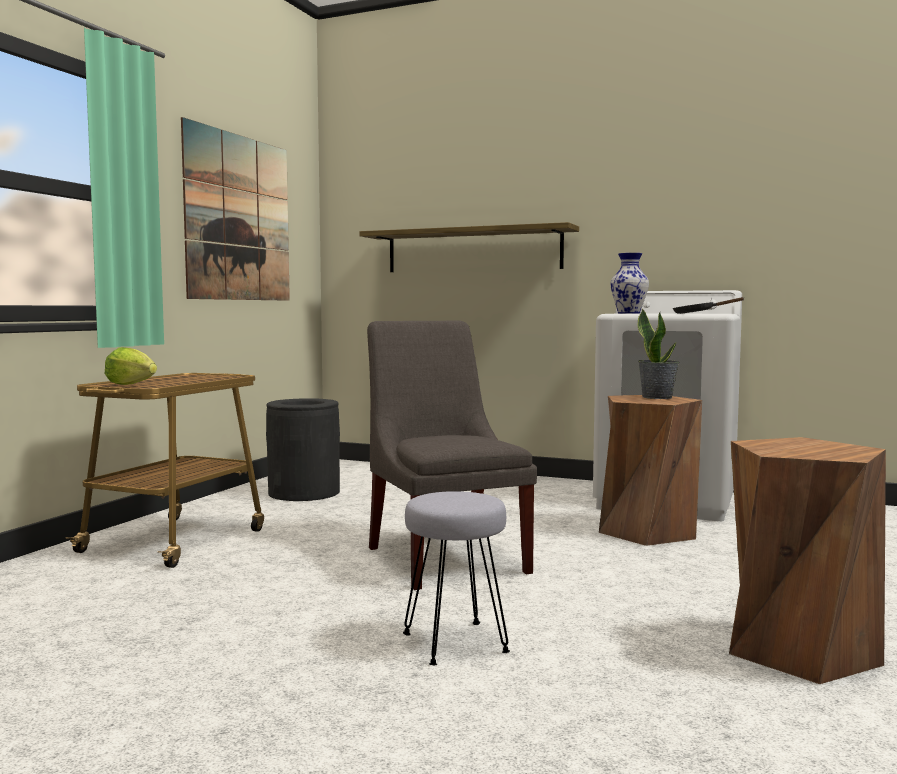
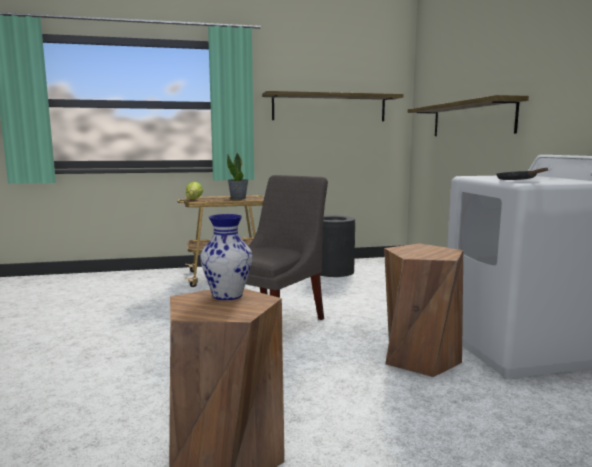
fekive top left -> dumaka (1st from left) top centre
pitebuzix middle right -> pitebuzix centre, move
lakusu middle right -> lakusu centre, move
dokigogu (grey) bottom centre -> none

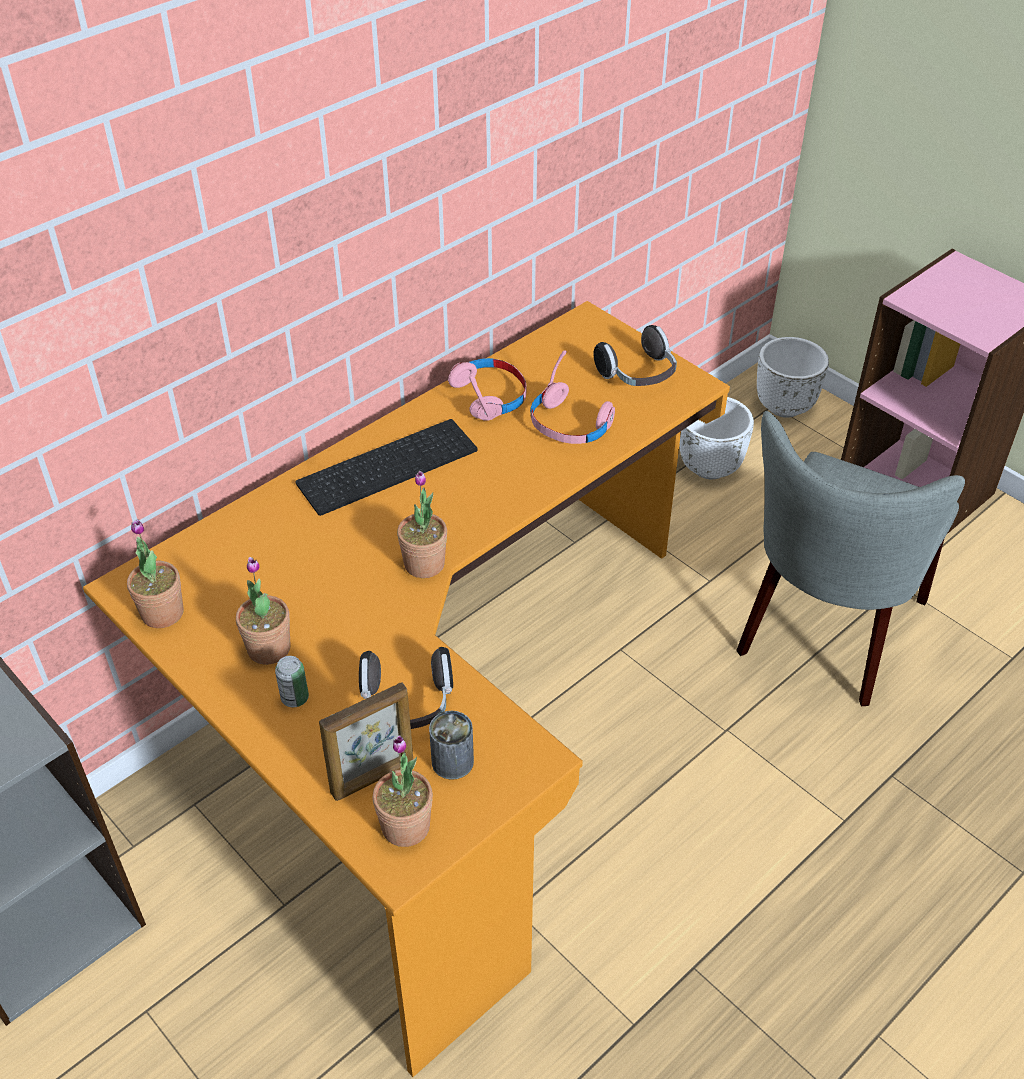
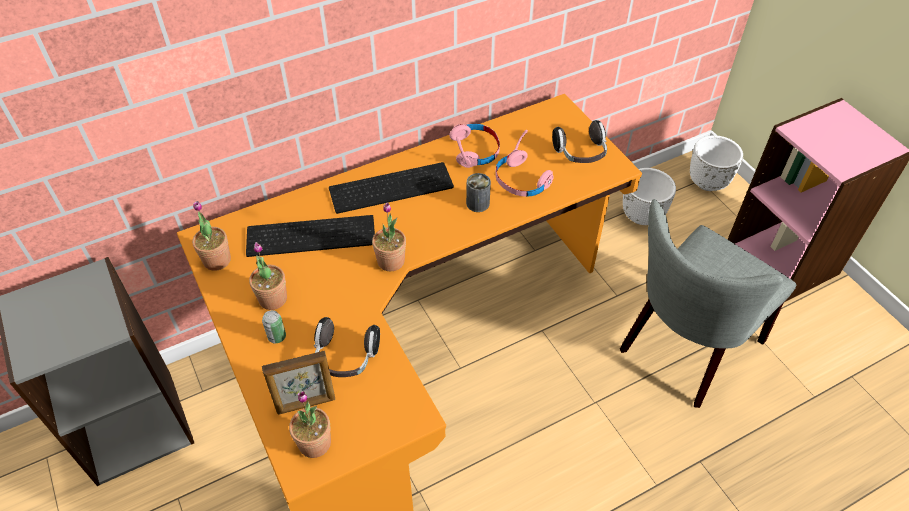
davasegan (2nd from left) bottom centre -> davasegan (2nd from left) centre, move
none -> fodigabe (1st from left) centre

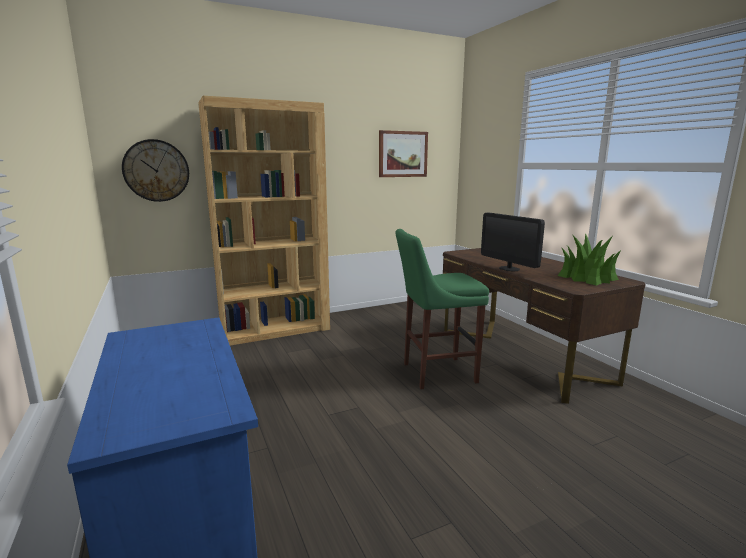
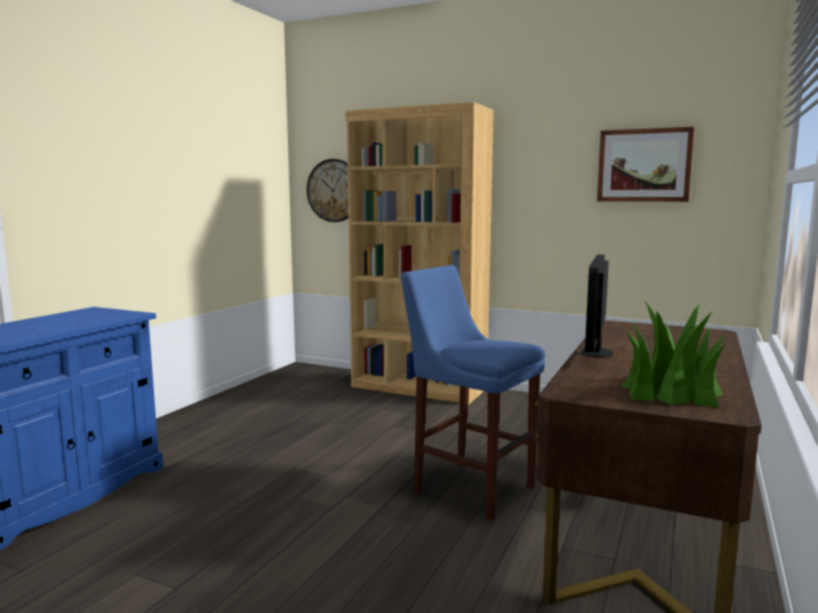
dokigogu (green) centre -> dokigogu (blue) centre

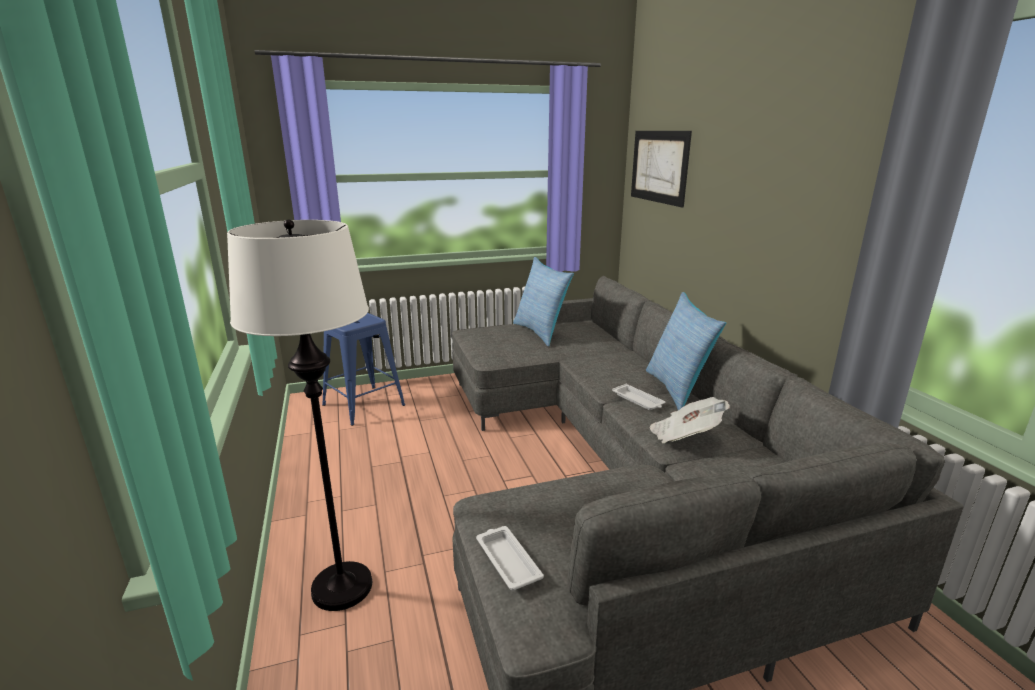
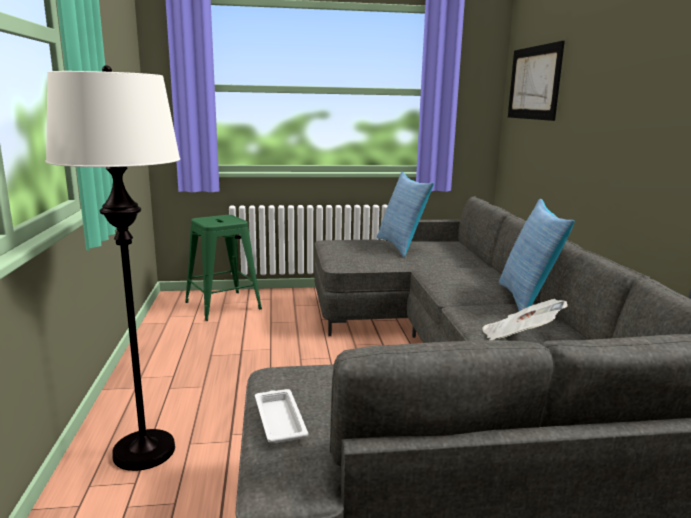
dokigogu (blue) centre -> dokigogu (green) middle left
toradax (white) (2nd from left) centre -> none

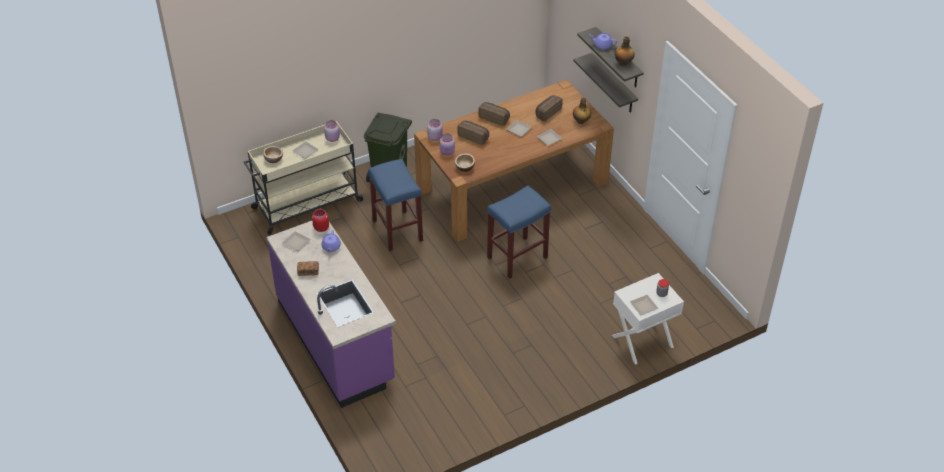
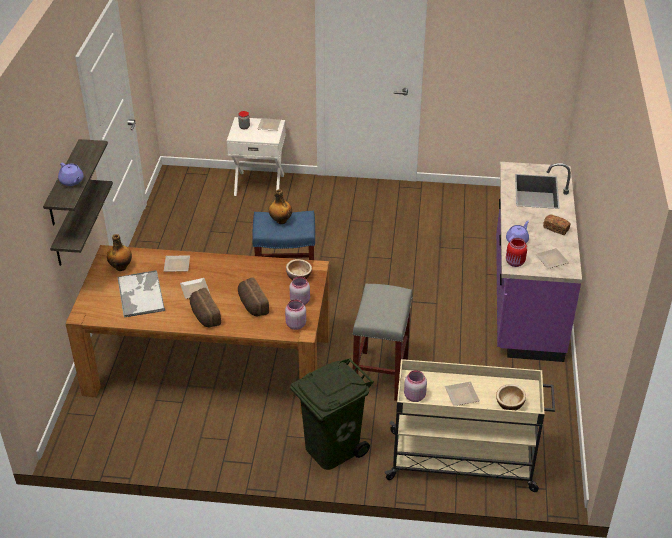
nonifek (2nd from left) top centre -> nonifek (2nd from left) centre, move
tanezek (4th from left) top centre -> toradax middle left
dokigogu (blue) (1st from left) centre -> dokigogu (grey) centre

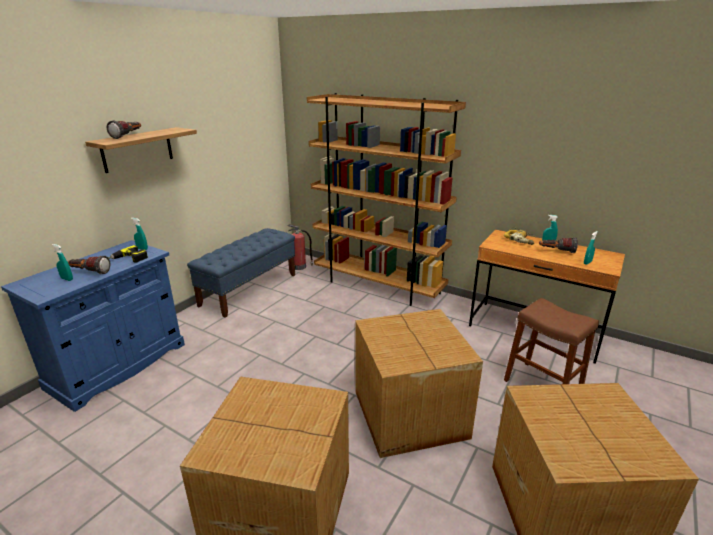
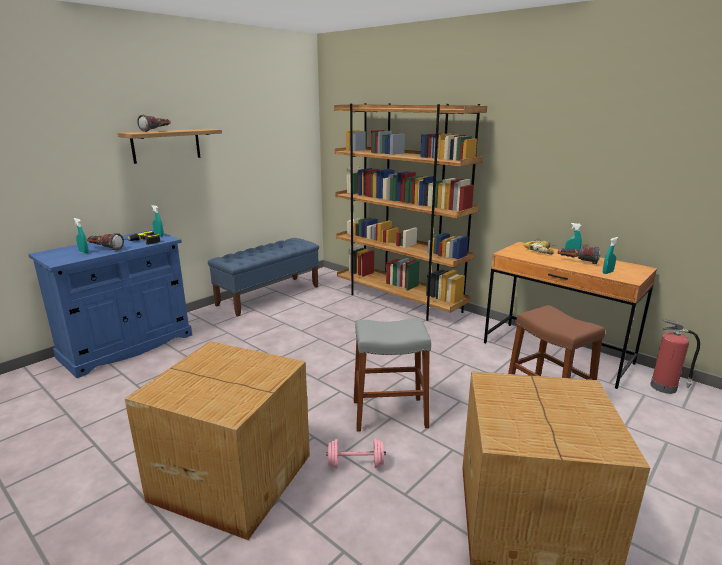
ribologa centre -> ribologa middle right, move
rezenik (2nd from left) bottom centre -> dokigogu (grey) centre
none -> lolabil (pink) bottom centre

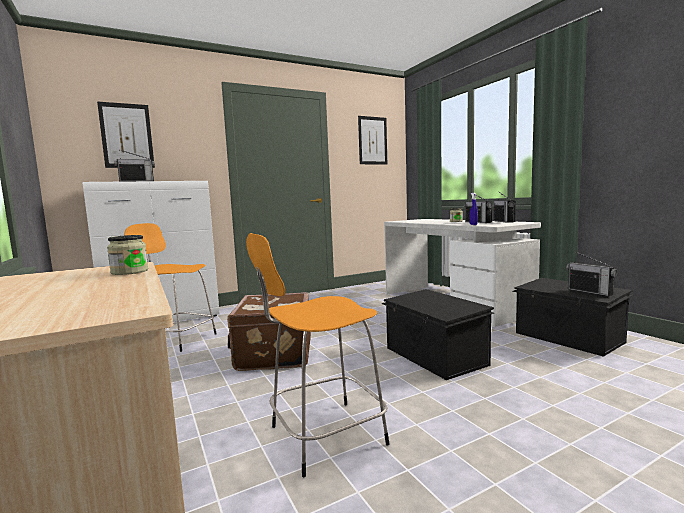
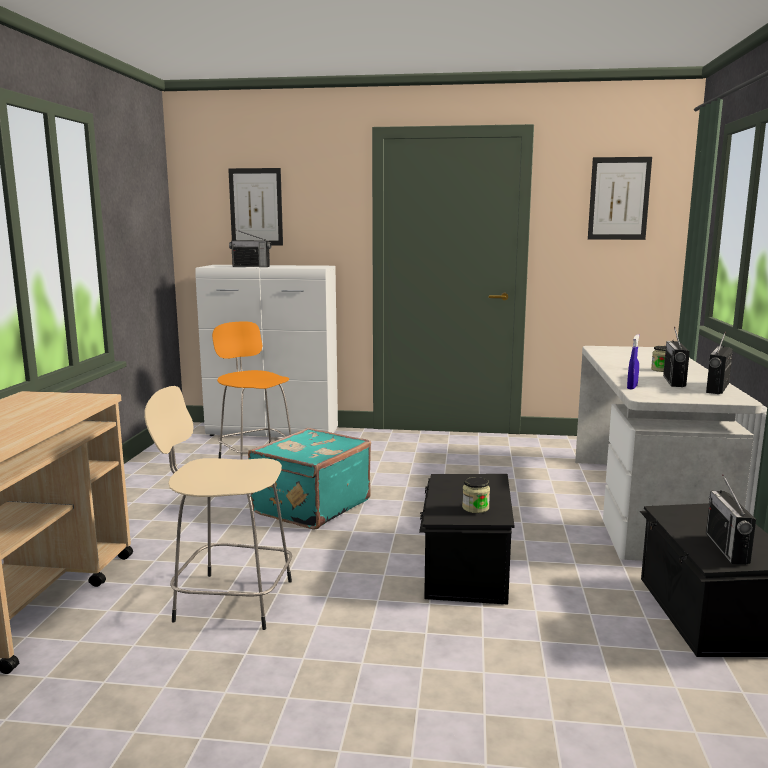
dokigogu (orange) (2nd from left) bottom centre -> dokigogu (beige) middle left
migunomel (1st from left) middle left -> migunomel (1st from left) centre, move
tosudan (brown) centre -> tosudan (turquoise) centre

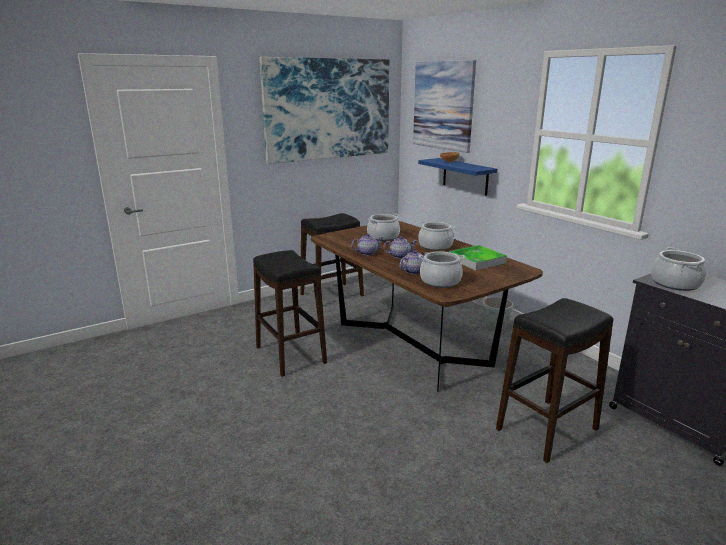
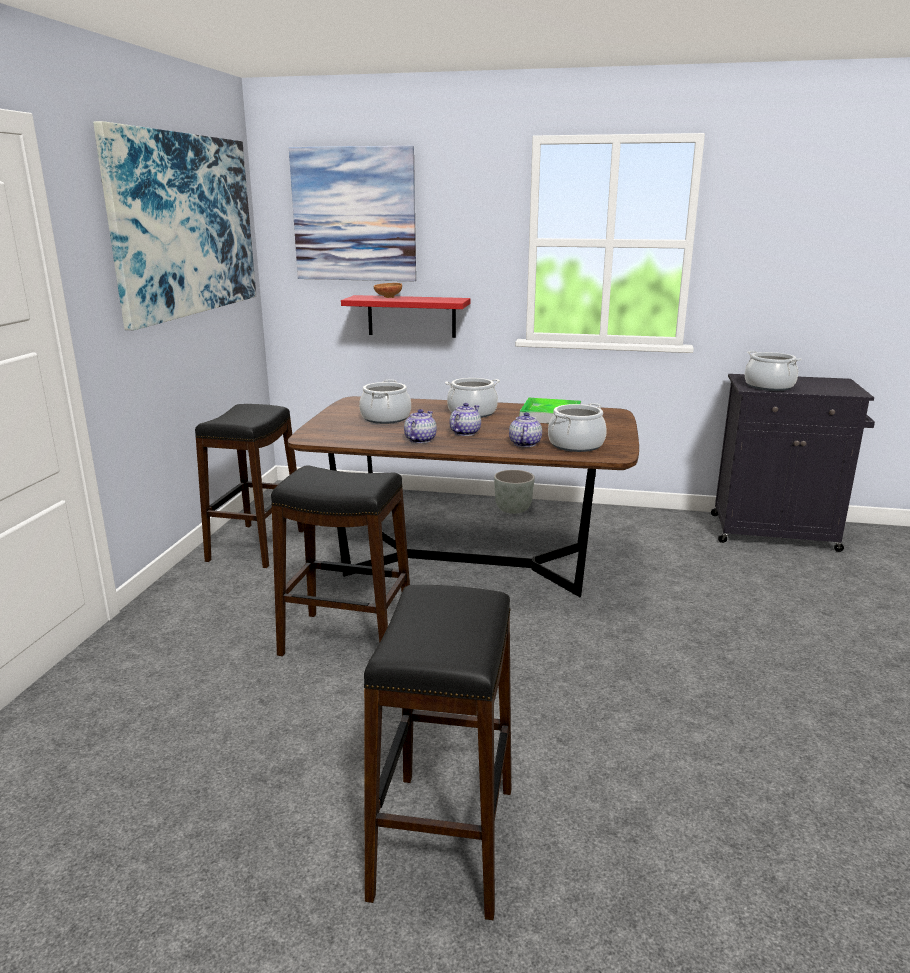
dumaka (blue) top centre -> dumaka (red) top centre
dokigogu (black) (3rd from left) bottom right -> dokigogu (black) (3rd from left) bottom centre, move

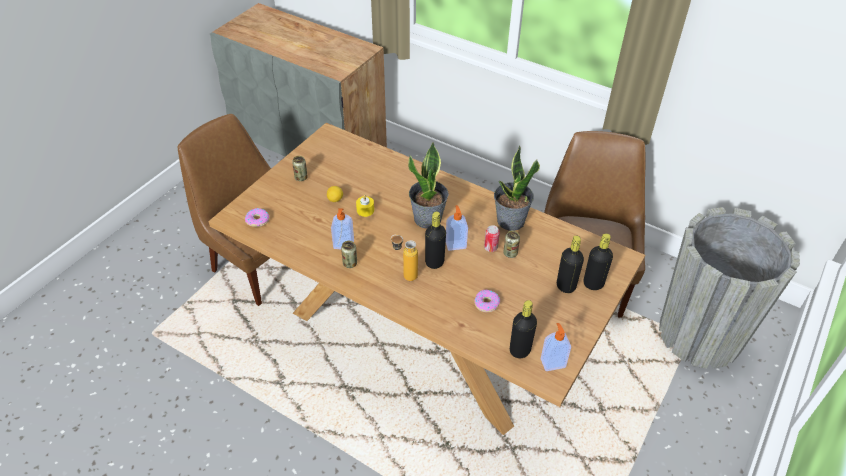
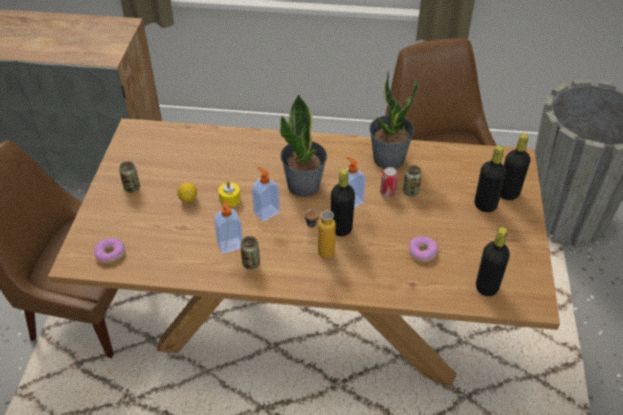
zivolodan (3rd from left in the first image) bottom centre -> zivolodan (2nd from left) centre, move

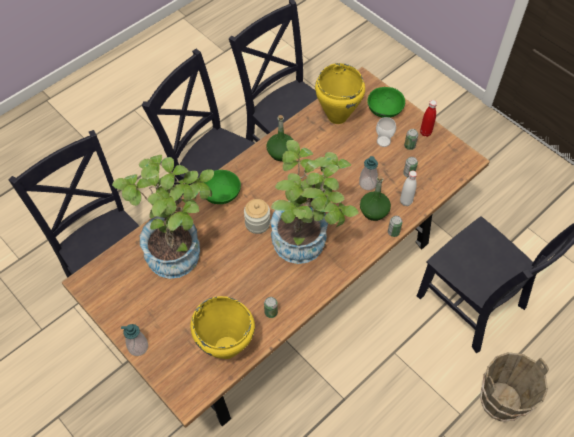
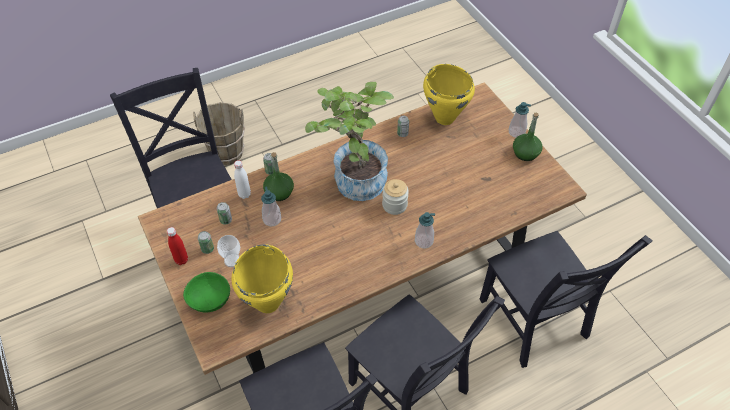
nonifek (green) (1st from left in the first image) top centre -> nonifek (green) (2nd from left) middle right, move
lakusu (1st from left) middle left -> none
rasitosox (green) (1st from left) centre -> zivolodan (2nd from left) centre

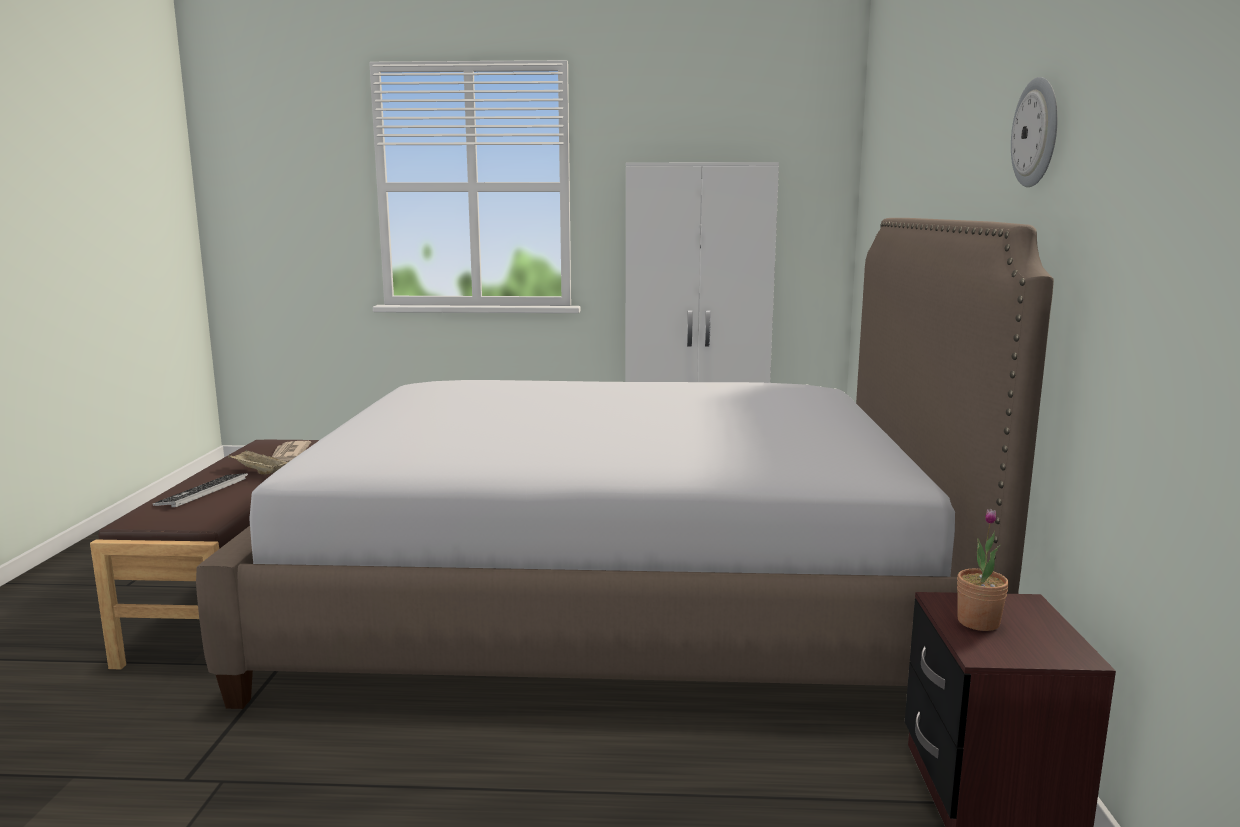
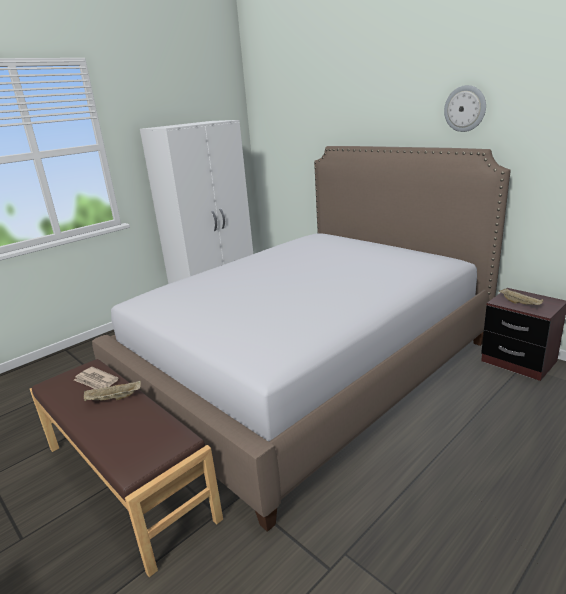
fodigabe middle left -> none
lakusu bottom right -> toradax (beige) (2nd from left) middle right

